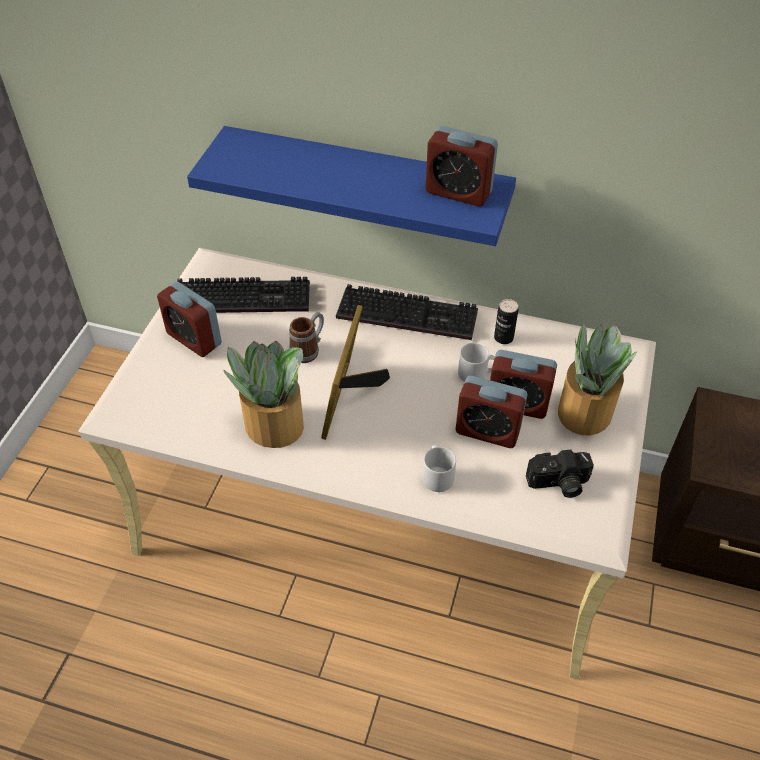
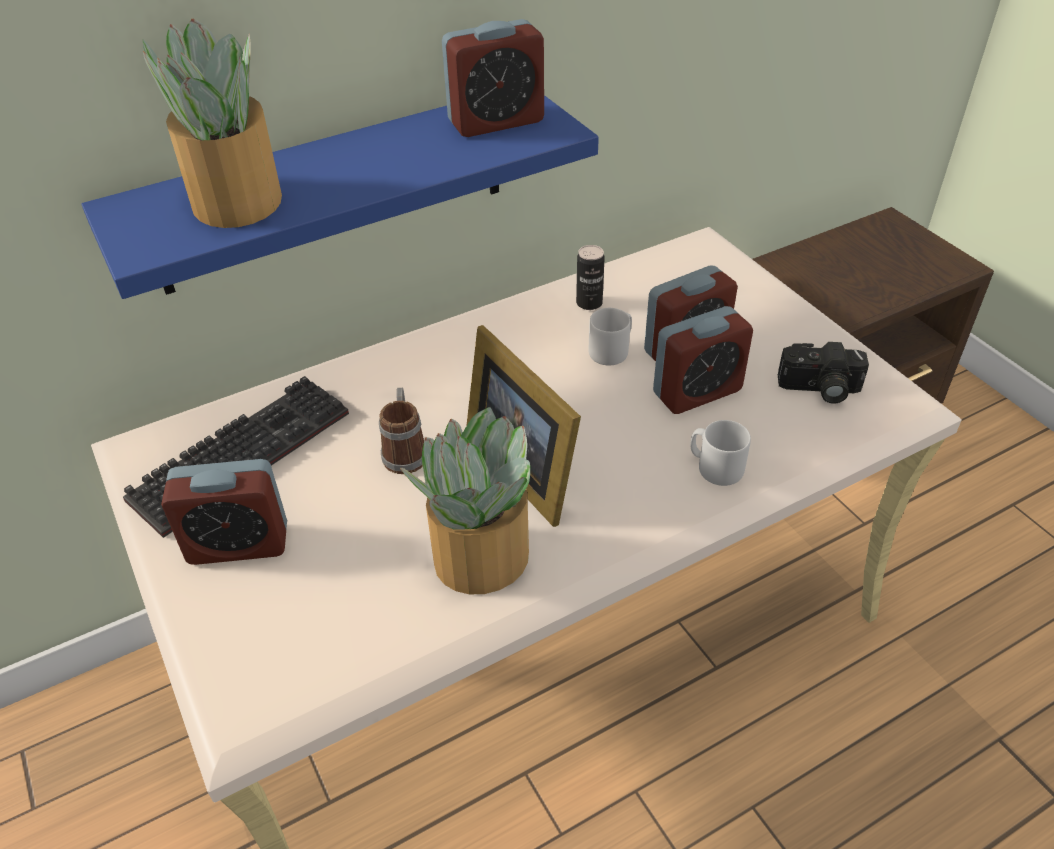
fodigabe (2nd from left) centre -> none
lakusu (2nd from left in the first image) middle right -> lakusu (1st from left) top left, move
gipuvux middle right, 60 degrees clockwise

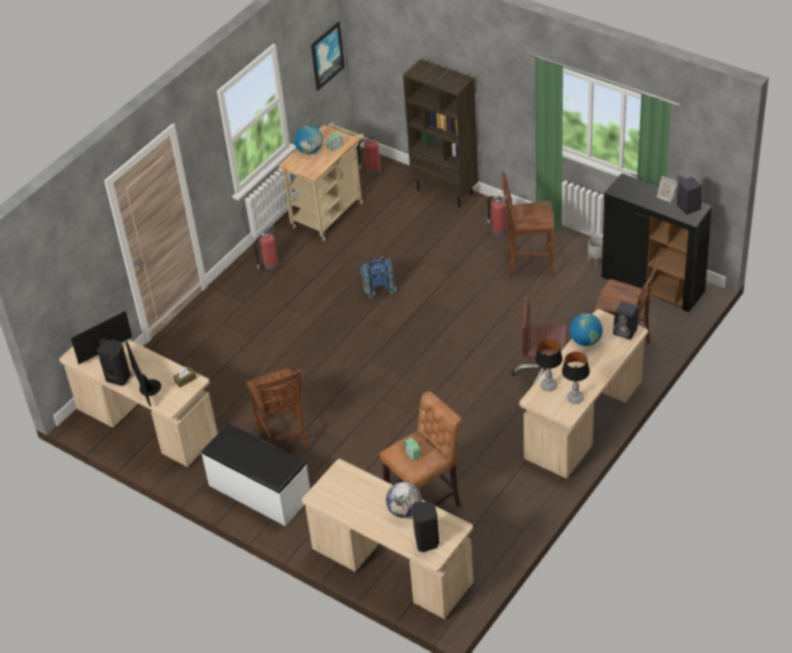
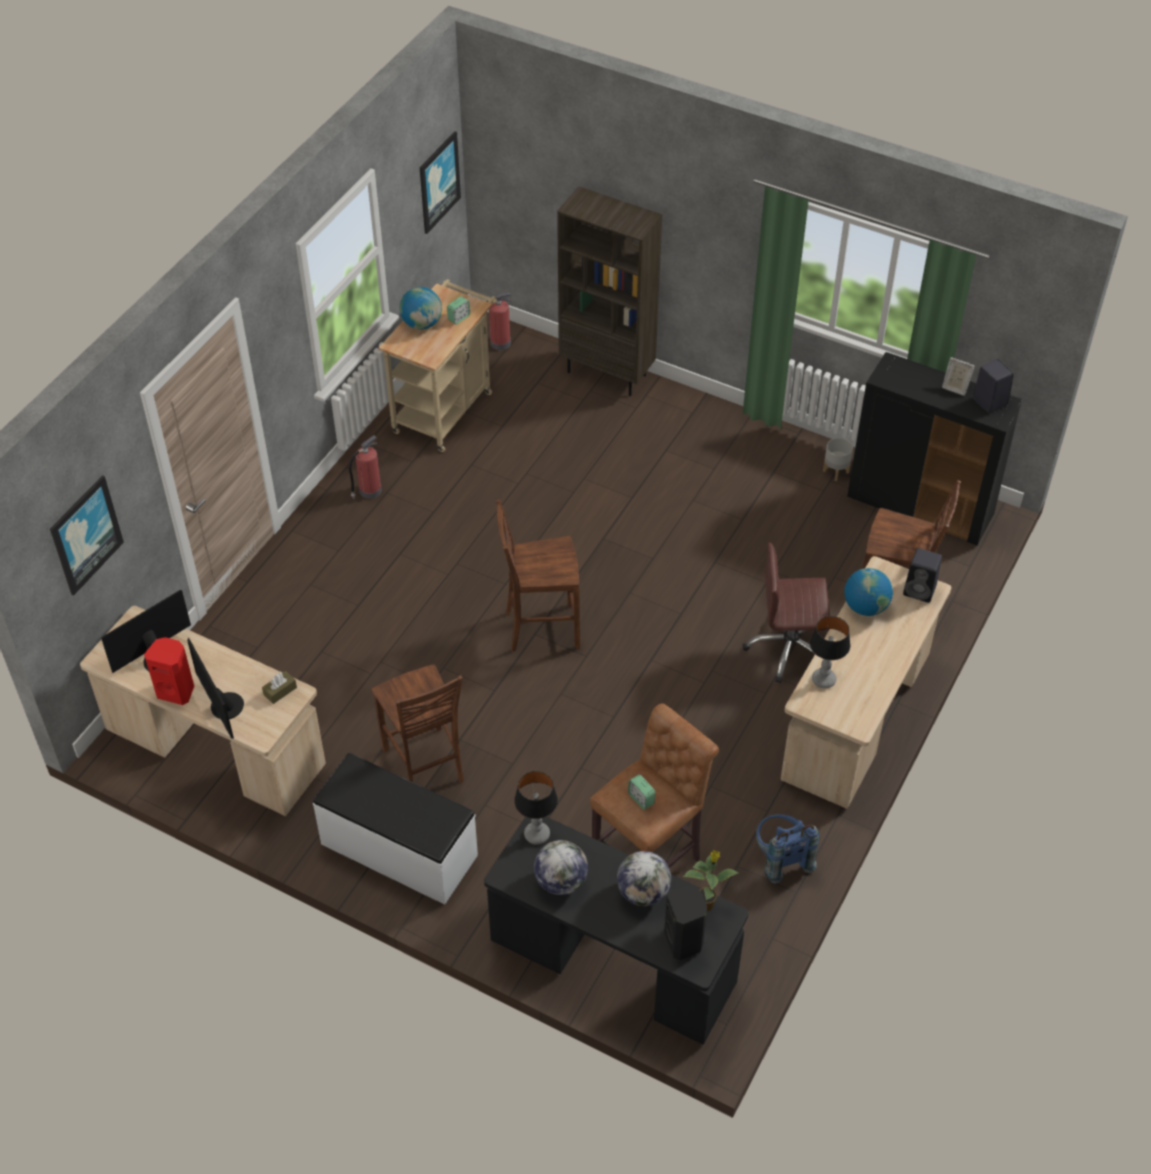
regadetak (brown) (2nd from left) middle right -> regadetak (brown) (2nd from left) centre, move
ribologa (3rd from left) top centre -> none
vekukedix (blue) centre -> vekukedix (blue) bottom right, move
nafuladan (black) (1st from left) middle left -> nafuladan (red) middle left
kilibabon (2nd from left in the first image) middle right -> kilibabon (1st from left) bottom centre, move
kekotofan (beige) (2nd from left) bottom centre -> kekotofan (black) bottom centre
none -> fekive (1st from left) middle left
none -> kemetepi (2nd from left) bottom centre
none -> lakusu bottom centre

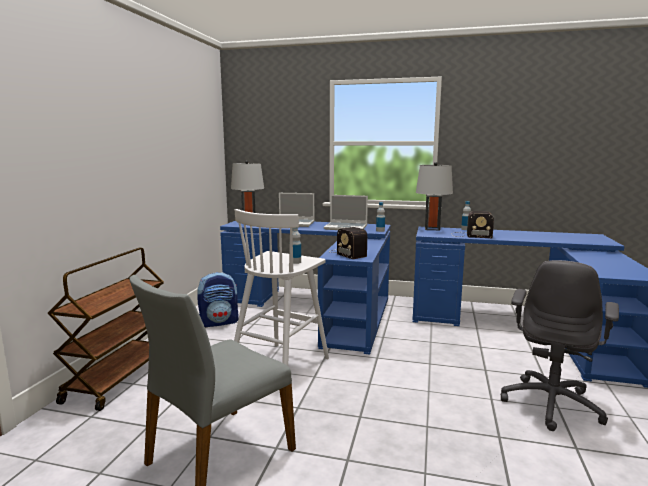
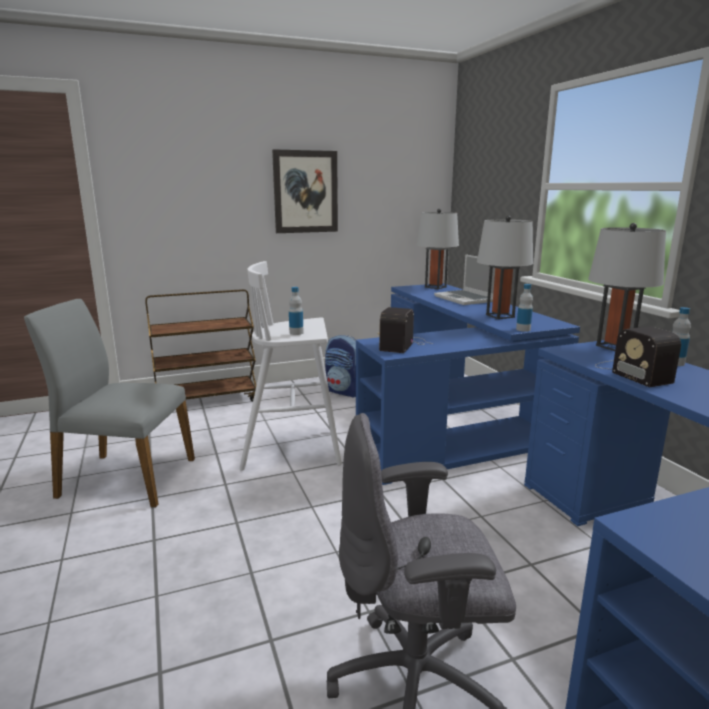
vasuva (2nd from left) centre -> kilibabon (grey) (2nd from left) middle right
none -> fekive top centre

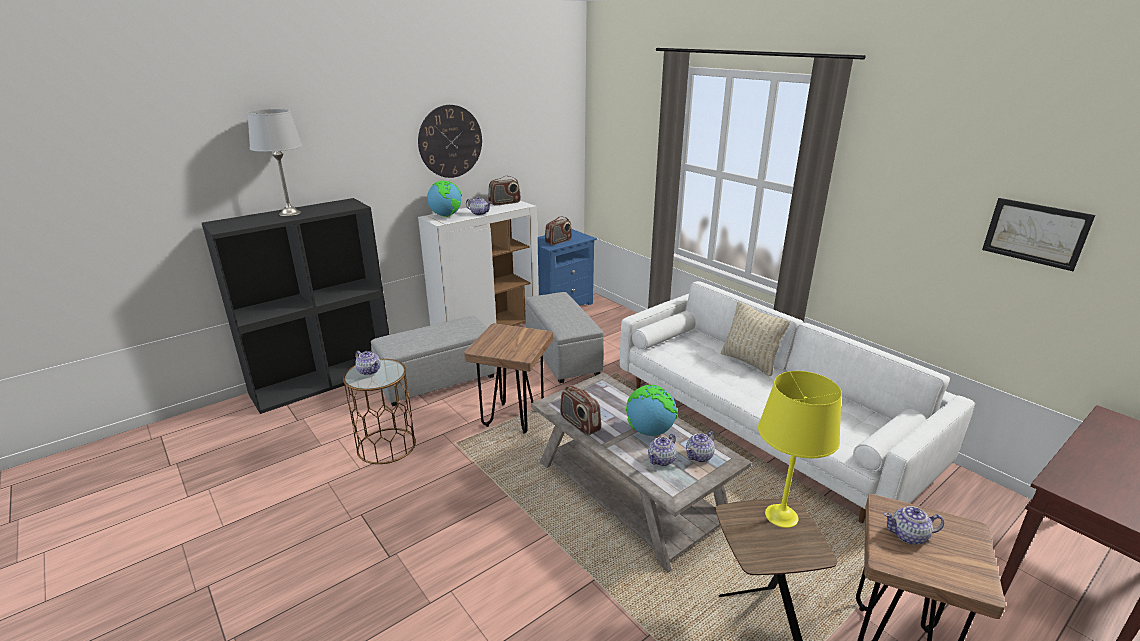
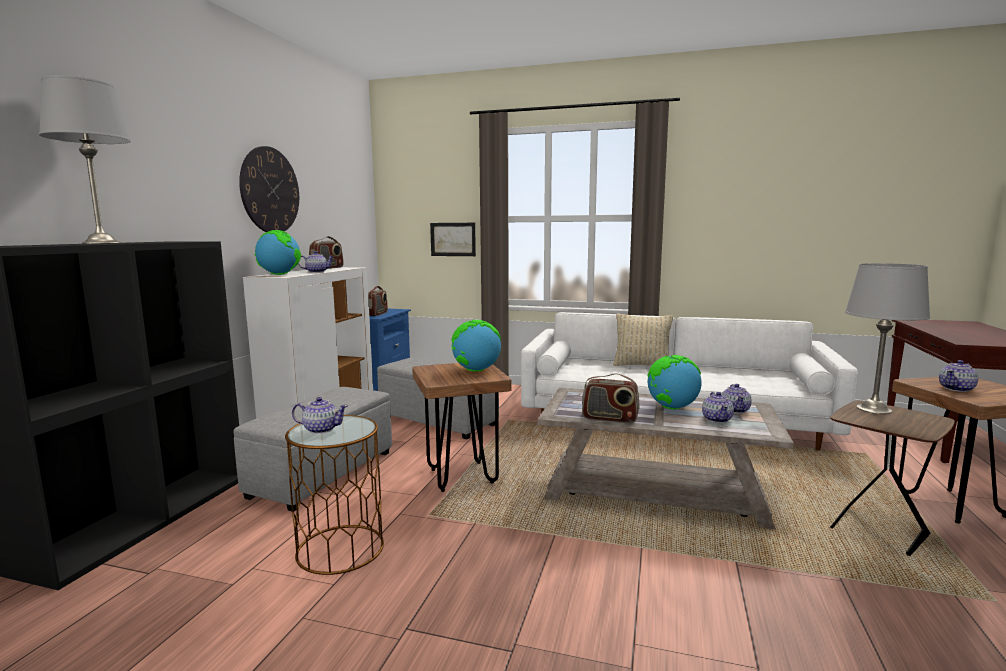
fekive middle right -> fekive centre, move
kilibabon (yellow) bottom right -> kilibabon (grey) (2nd from left) middle right
none -> kemetepi (2nd from left) centre

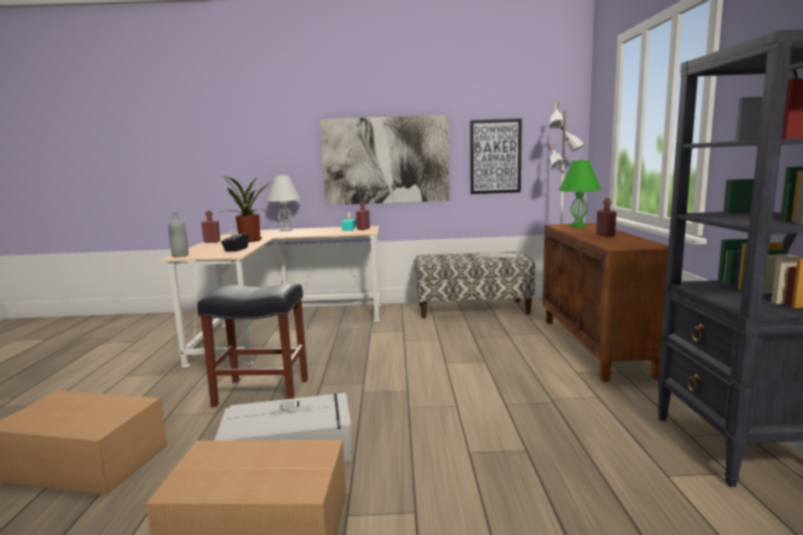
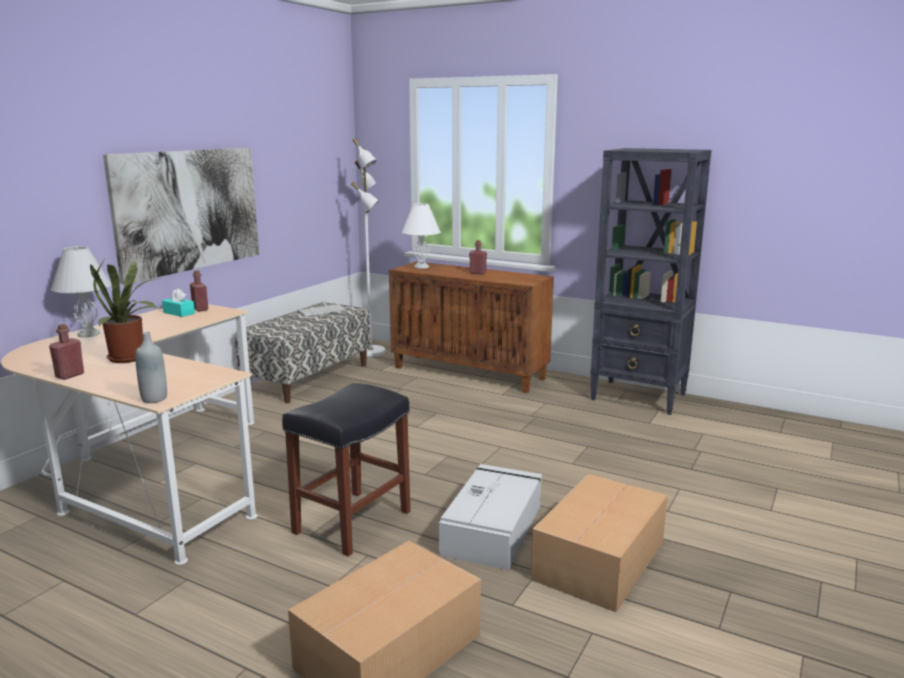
fekive (2nd from left) top centre -> none
kilibabon (green) middle right -> kilibabon (white) (2nd from left) centre
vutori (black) middle left -> none

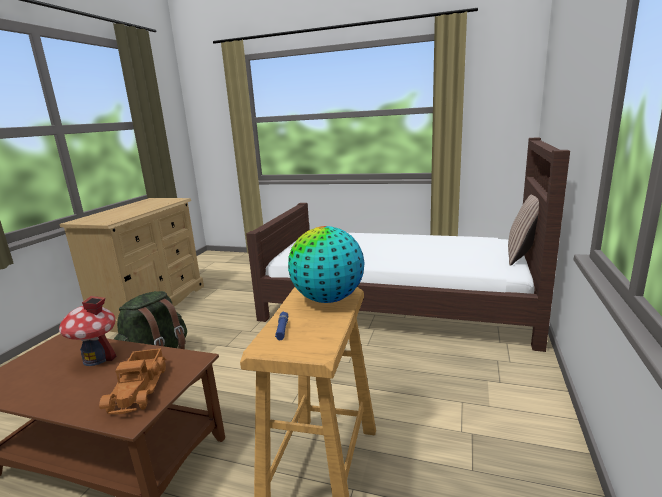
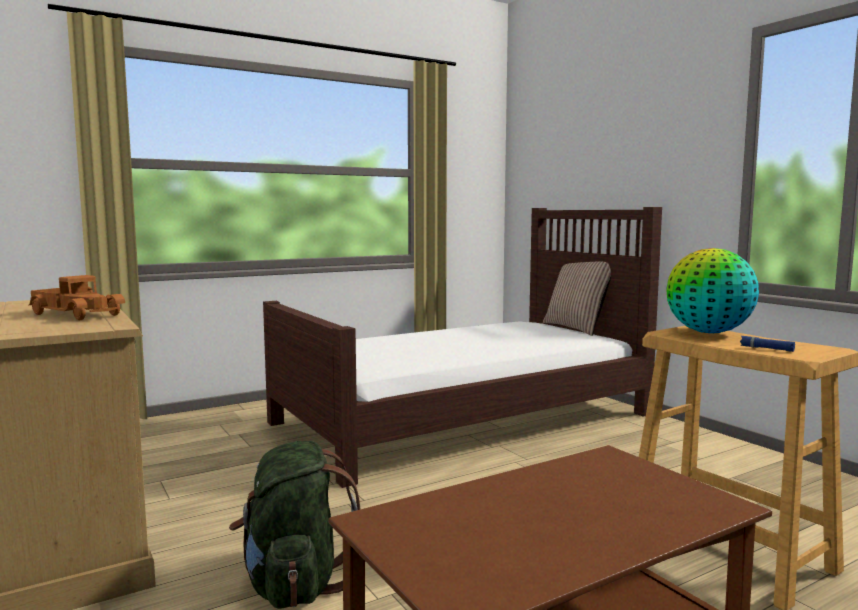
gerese middle left -> none
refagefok bottom left -> refagefok middle left, move

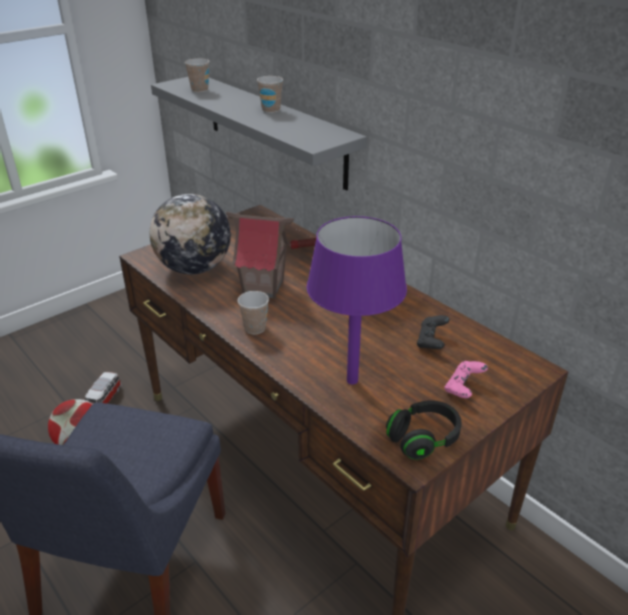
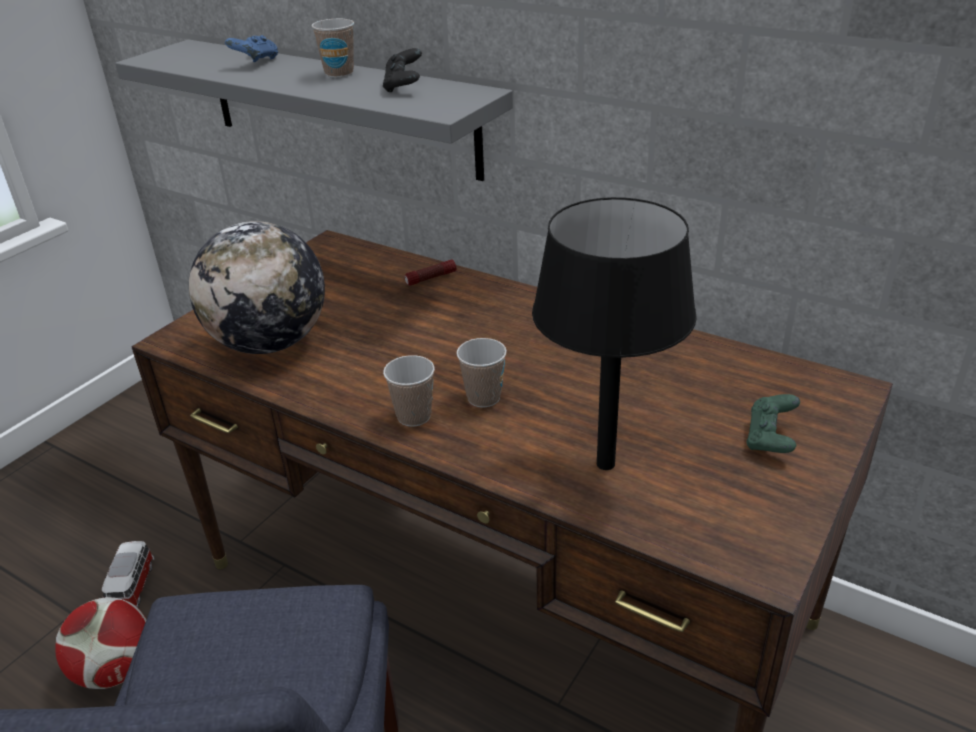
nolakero (1st from left in the first image) top left -> nolakero (3rd from left) centre, move
gerese centre -> none
kilibabon (purple) centre -> kilibabon (black) centre
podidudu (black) middle right -> podidudu (black) top centre, move
podidudu (pink) middle right -> podidudu (green) middle right
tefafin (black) bottom right -> none
none -> podidudu (blue) top left

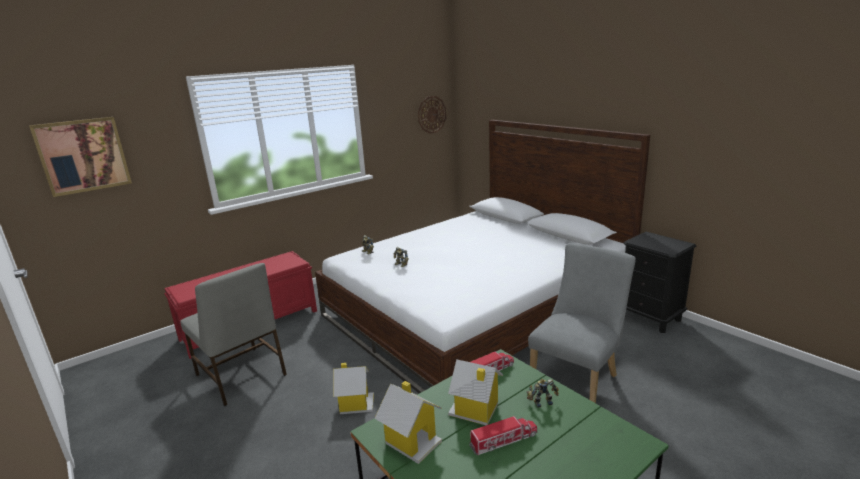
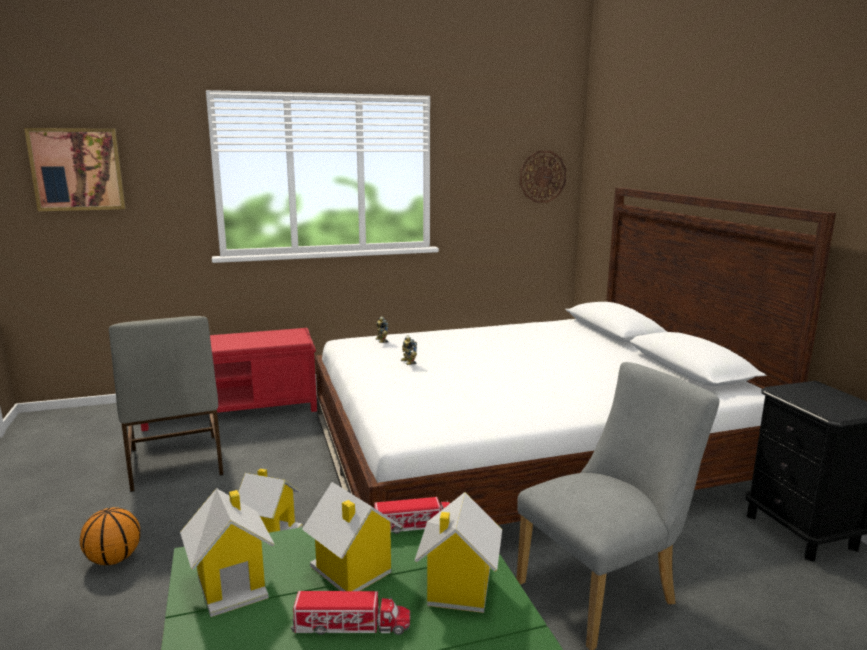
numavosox (3rd from left) bottom centre -> gerese (4th from left) bottom centre
none -> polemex bottom left

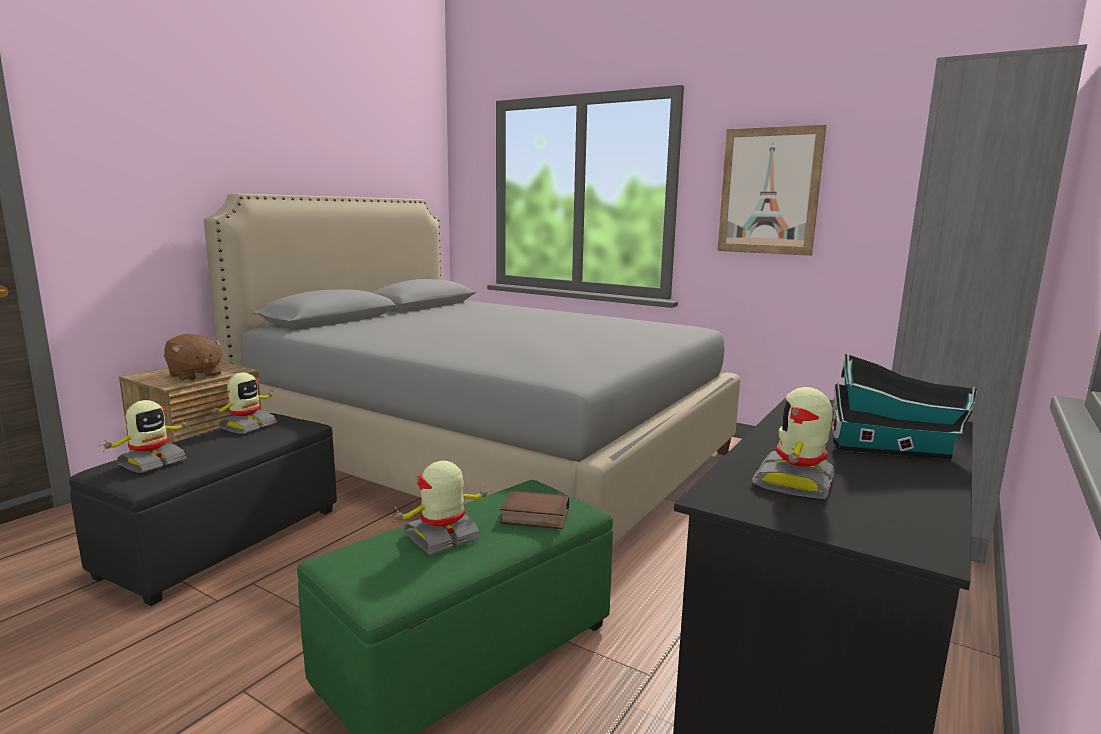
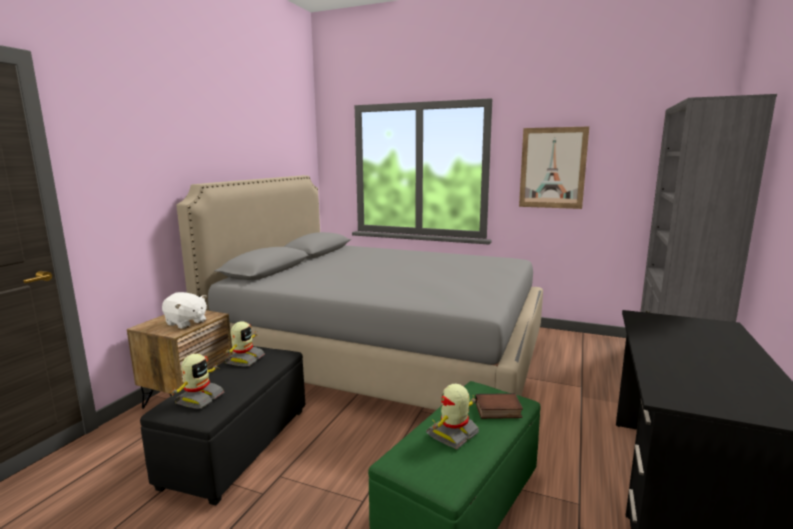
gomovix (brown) middle left -> gomovix (white) middle left
gerese middle right -> none
numavosox (4th from left) middle right -> none

